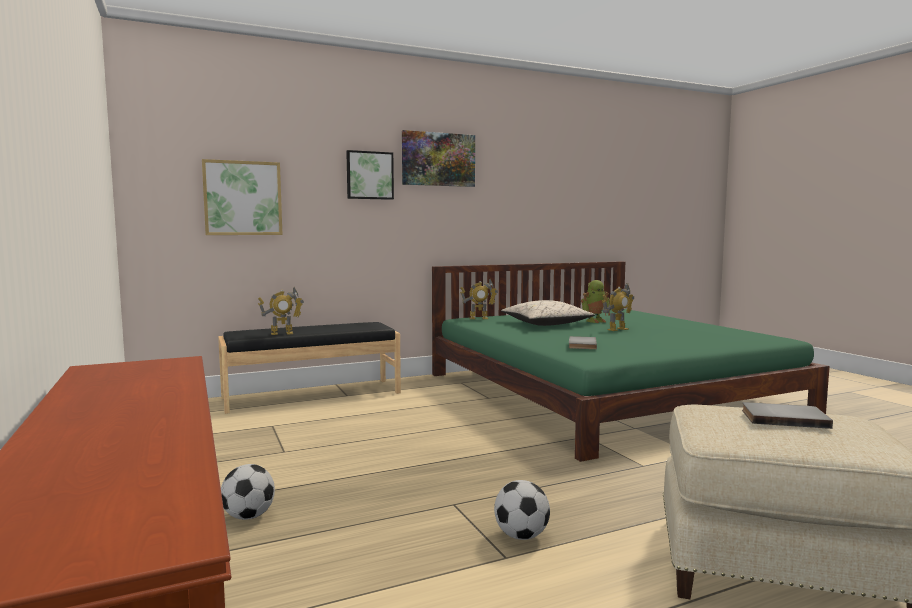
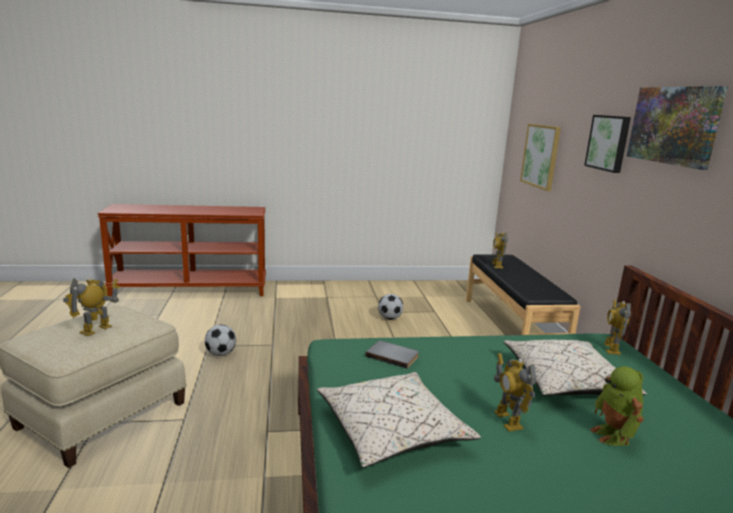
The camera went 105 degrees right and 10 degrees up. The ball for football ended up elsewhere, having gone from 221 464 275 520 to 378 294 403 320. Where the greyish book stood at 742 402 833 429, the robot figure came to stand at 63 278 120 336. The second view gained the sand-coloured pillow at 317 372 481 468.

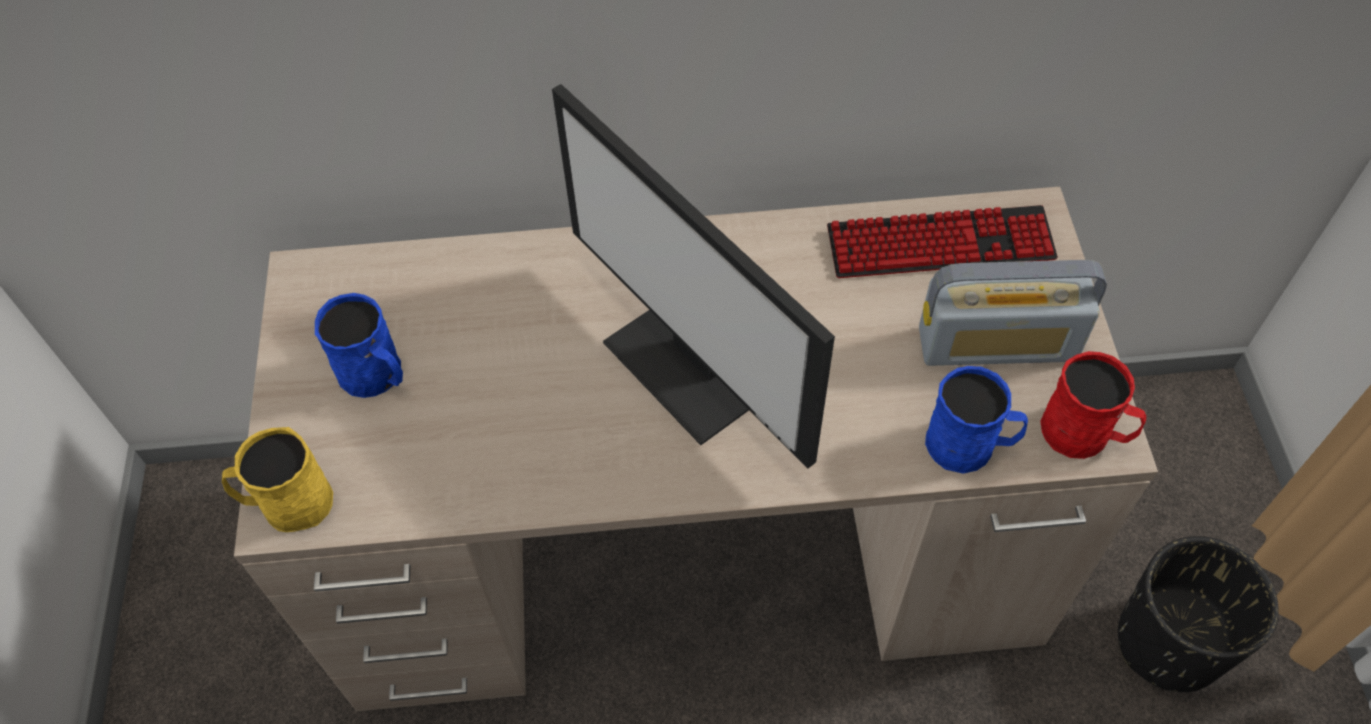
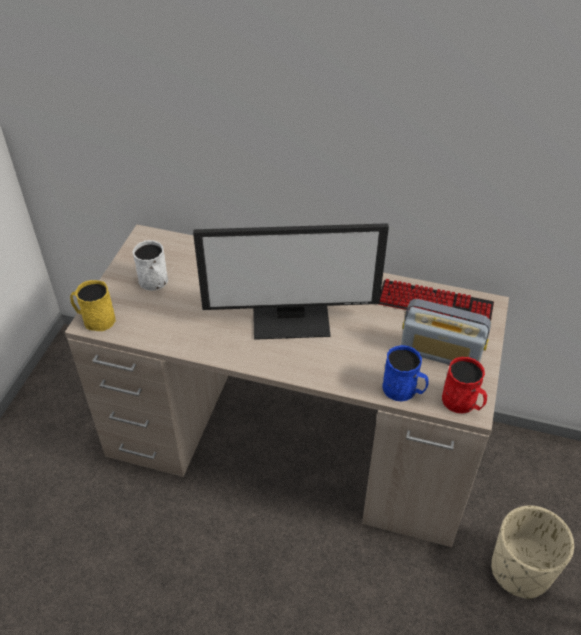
The camera went 20 degrees right and 10 degrees down. What was the bluish coffee mug at 315 293 403 398 turned into the white coffee mug at 132 240 168 291. The monitor at 552 84 835 469 ended up facing another way, 75 degrees counterclockwise from before. What was the blackish flower pot at 1118 536 1279 692 turned into the sand-coloured flower pot at 491 505 574 599.

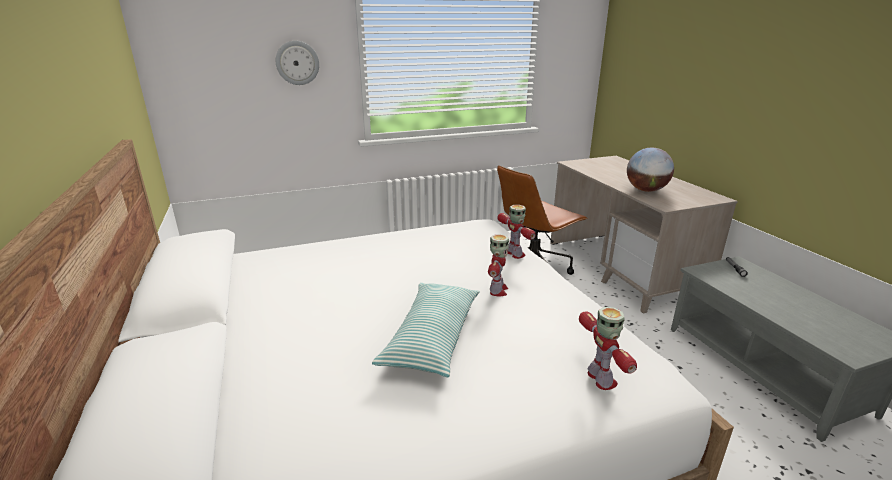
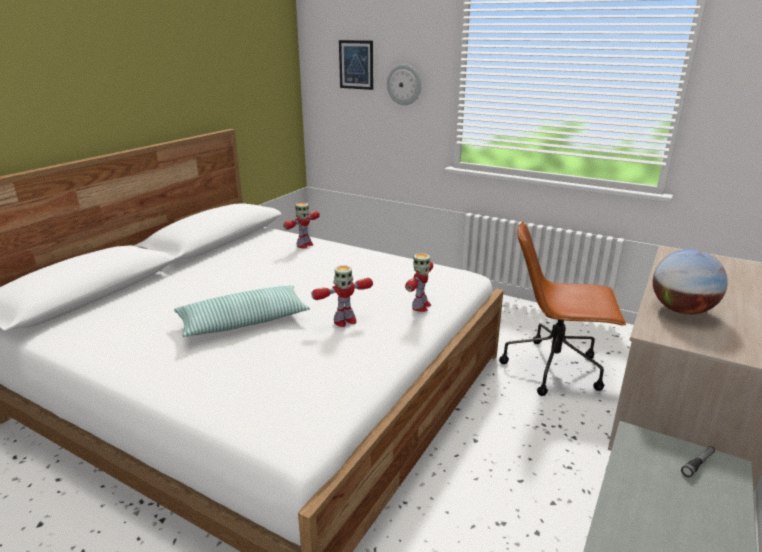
The camera went 50 degrees right and 0 degrees up. The robot figure ended up elsewhere, having gone from 579 307 637 390 to 283 203 320 248. The second view gained the wall art at 339 40 373 90.

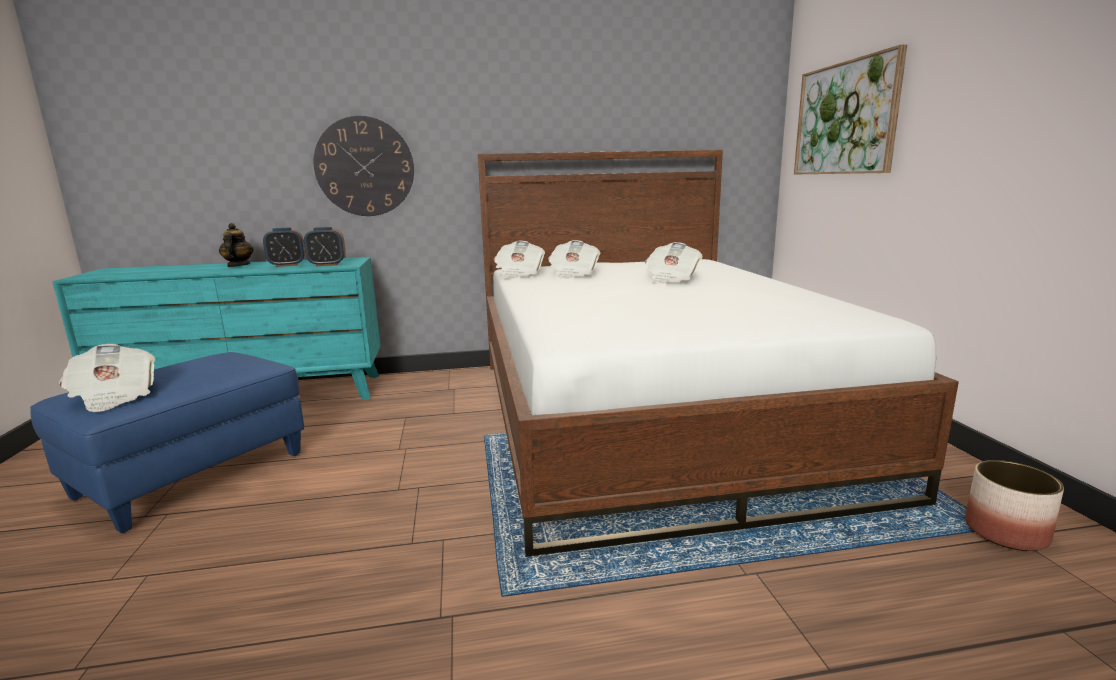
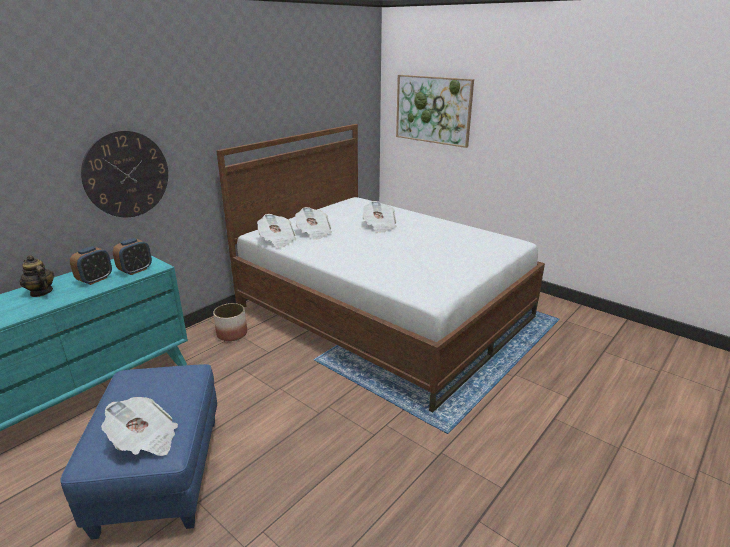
The camera went 40 degrees left and 10 degrees up. The flower pot ended up elsewhere, having gone from 965 460 1064 551 to 213 303 247 341.

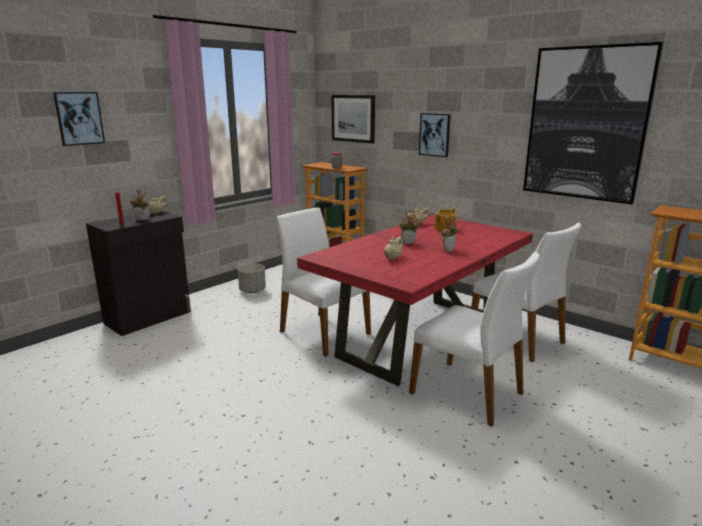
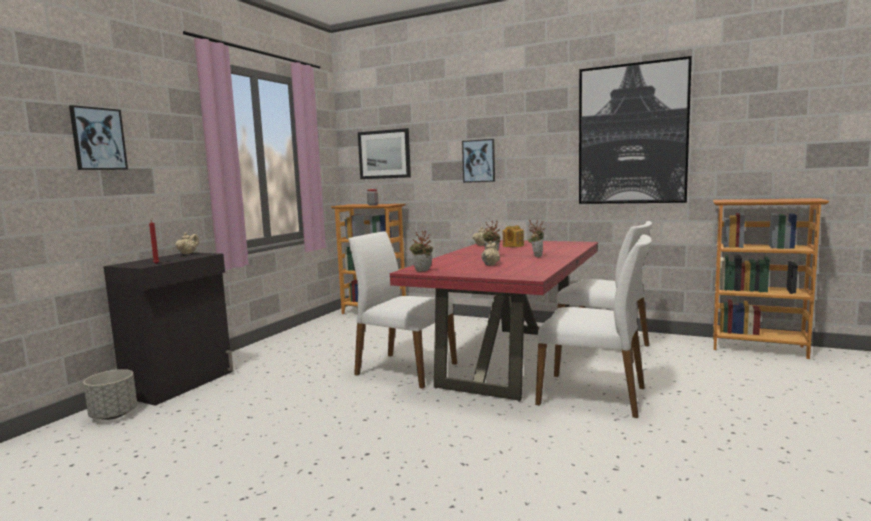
The camera went 15 degrees left and 10 degrees down. The plant in a pot ended up elsewhere, having gone from 129 189 150 220 to 409 230 433 272. The greyish flower pot ended up elsewhere, having gone from 238 263 266 293 to 83 369 137 420.

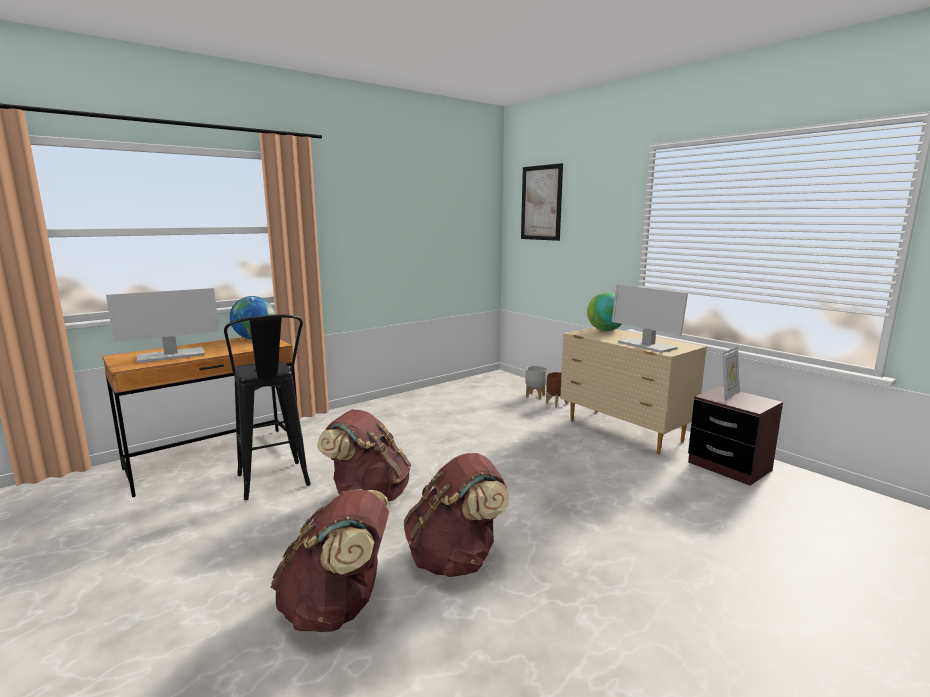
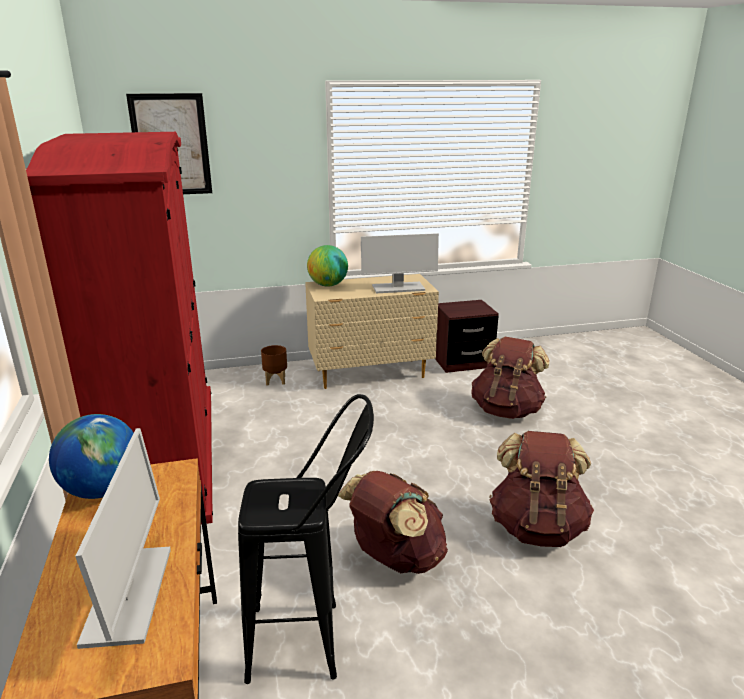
The camera went 65 degrees left and 10 degrees up. The brownish backpack ended up elsewhere, having gone from 271 489 389 632 to 471 337 550 419. The second view lost the greyish flower pot at 525 366 547 399. The second view lost the photo frame at 722 346 740 400. The second view gained the reddish clothes cupboard at 26 132 213 524.

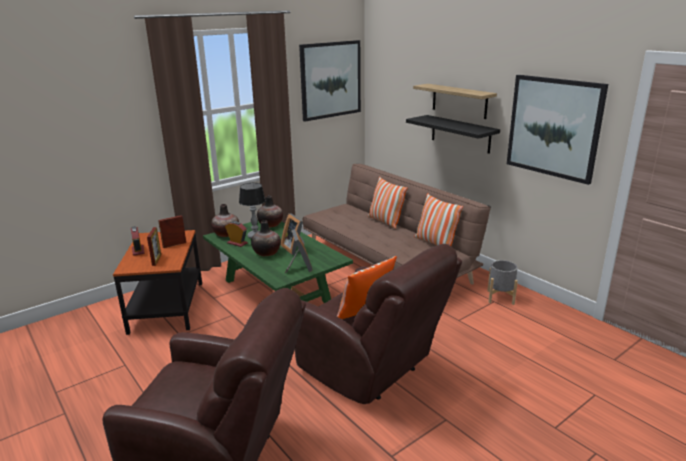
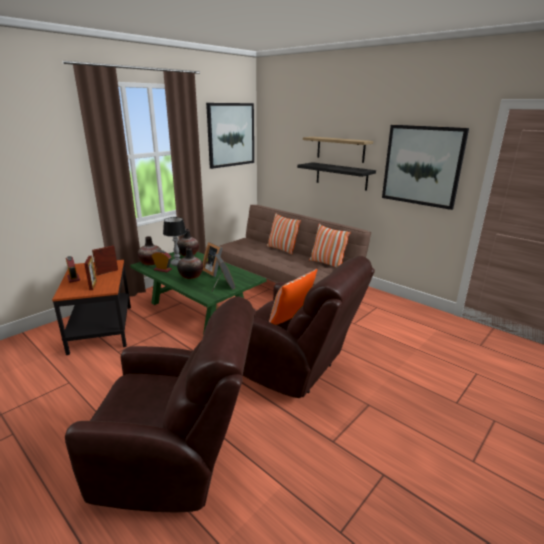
The camera went 10 degrees left and 0 degrees up. The second view lost the greyish flower pot at 487 260 518 305.

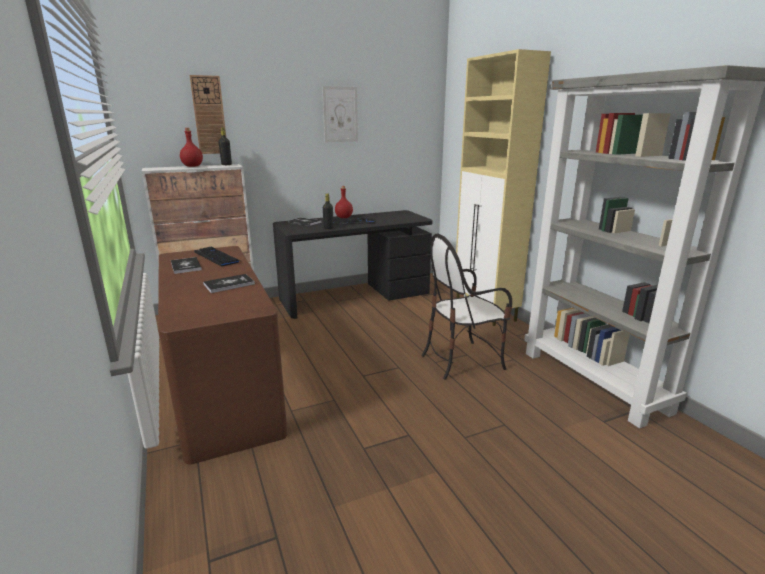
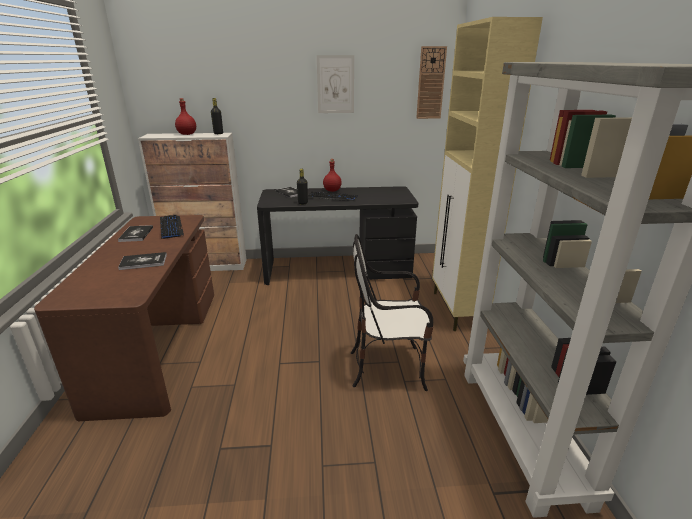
The camera went 20 degrees right and 5 degrees up. The clock on the wall ended up elsewhere, having gone from 190 75 226 154 to 416 46 447 119.

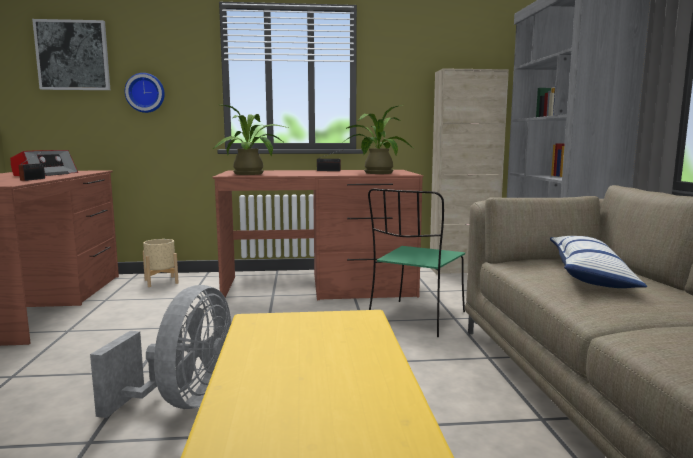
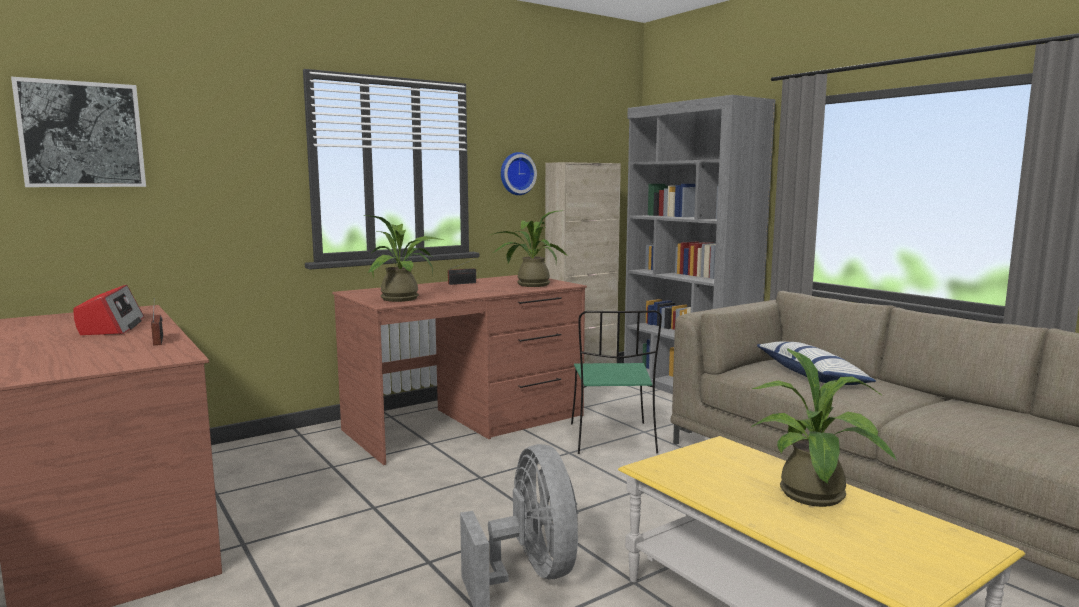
The camera went 30 degrees left and 0 degrees up. The clock on the wall ended up elsewhere, having gone from 125 73 165 113 to 501 152 537 195. The second view lost the sand-coloured flower pot at 143 239 179 287. The second view gained the plant in a pot at 751 348 897 507.

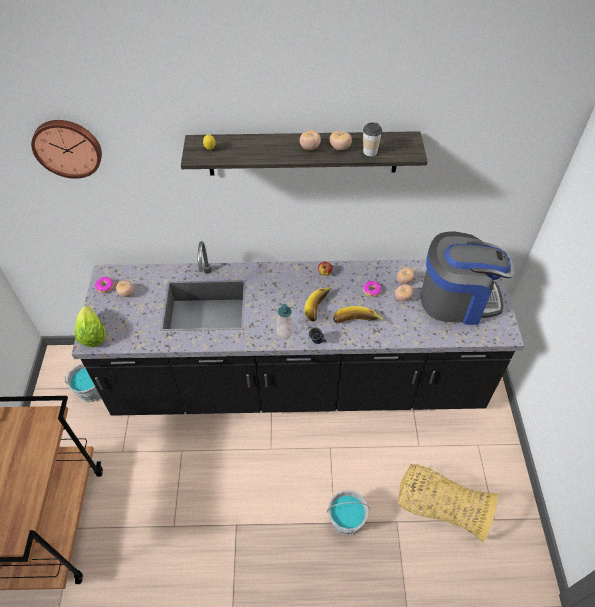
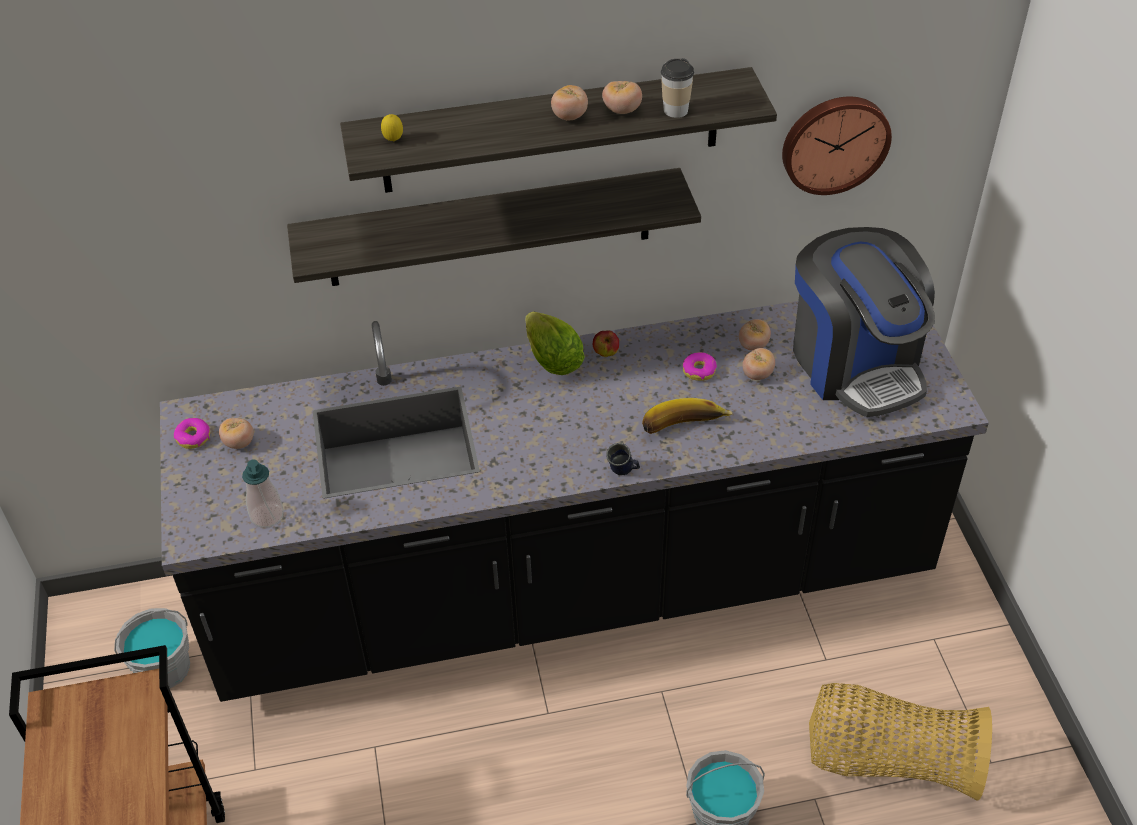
The camera went 10 degrees left and 5 degrees down. The clock on the wall ended up elsewhere, having gone from 31 120 102 179 to 782 97 892 195. The lettuce head ended up elsewhere, having gone from 75 305 106 347 to 526 311 585 375. The soap dispenser ended up elsewhere, having gone from 276 304 294 338 to 242 459 284 528. The second view lost the banana fruit at 304 286 333 322. The coffee maker at 421 232 514 325 ended up facing another way, 75 degrees clockwise from before. The second view gained the wall shelf at 287 168 701 286.

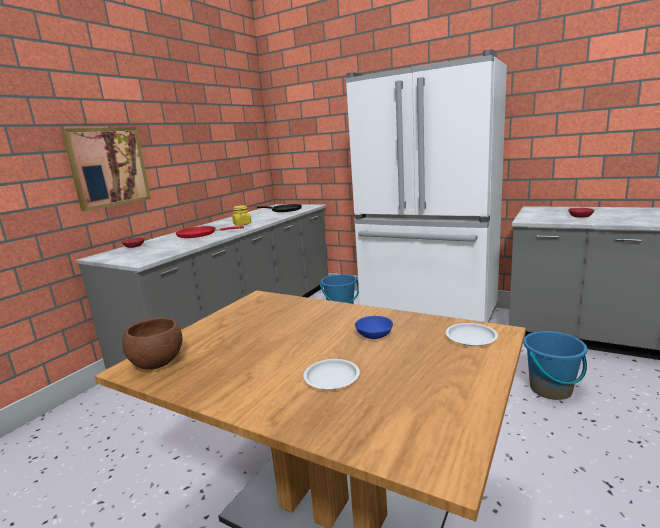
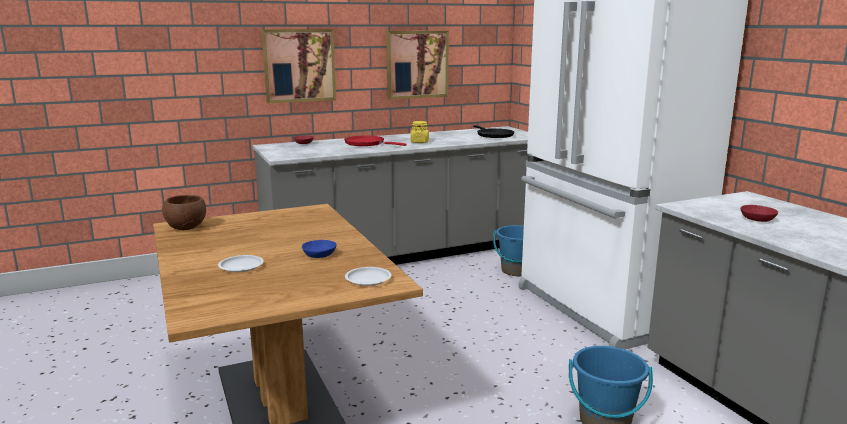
The camera went 35 degrees right and 0 degrees up. The second view gained the wall art at 386 31 449 99.

